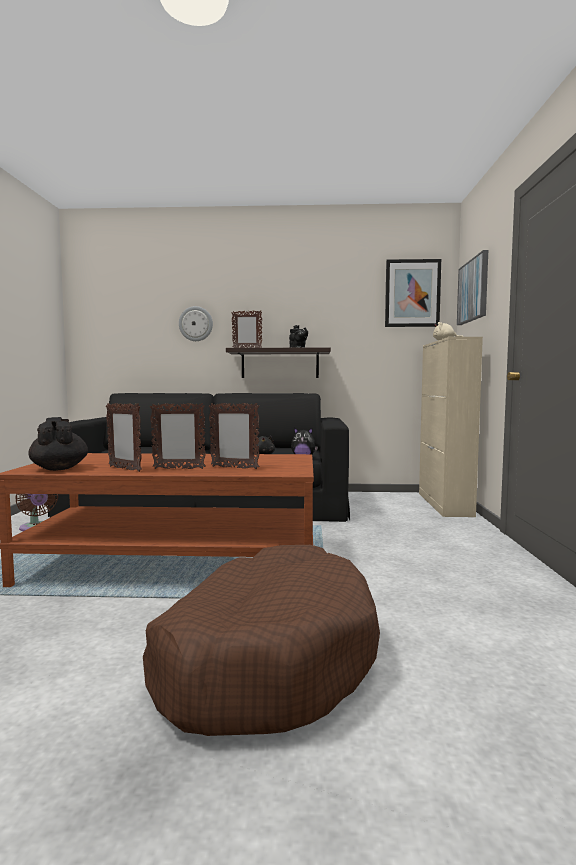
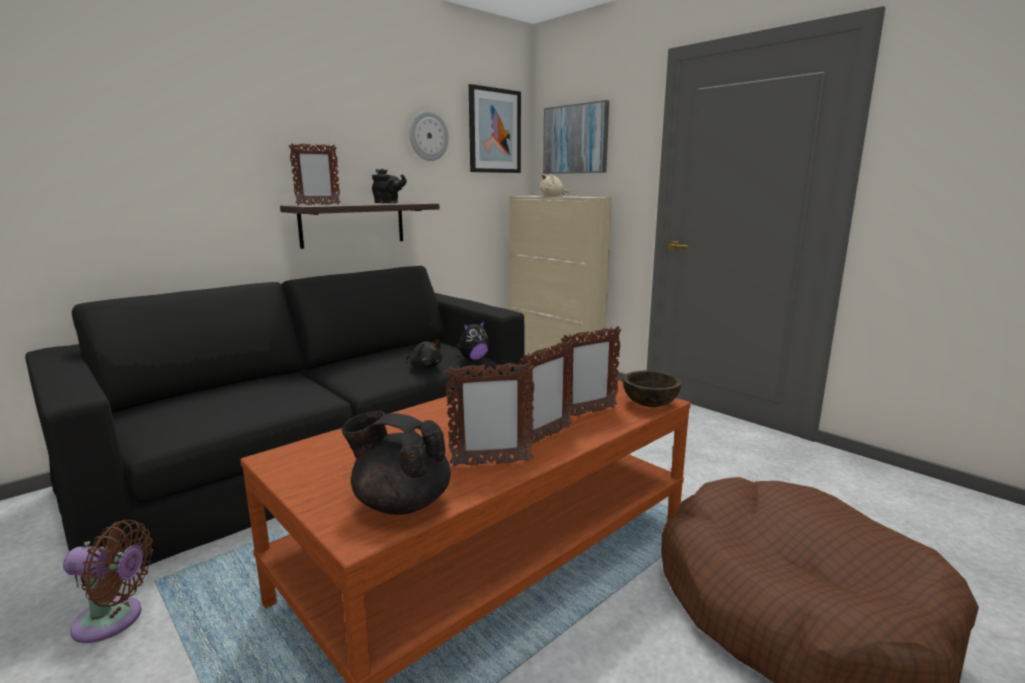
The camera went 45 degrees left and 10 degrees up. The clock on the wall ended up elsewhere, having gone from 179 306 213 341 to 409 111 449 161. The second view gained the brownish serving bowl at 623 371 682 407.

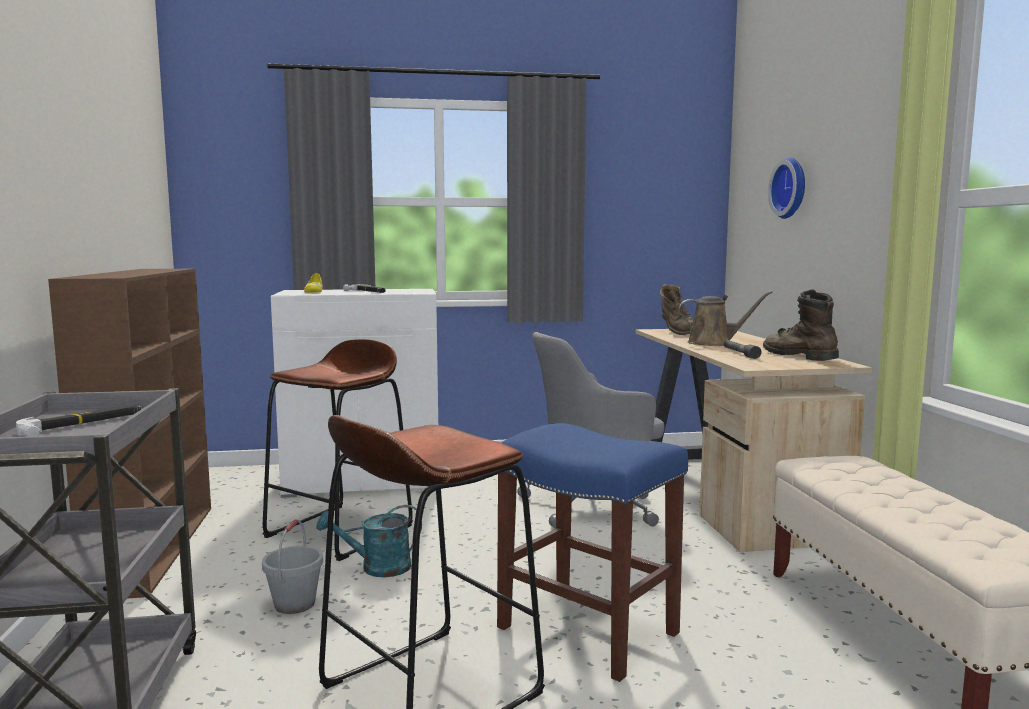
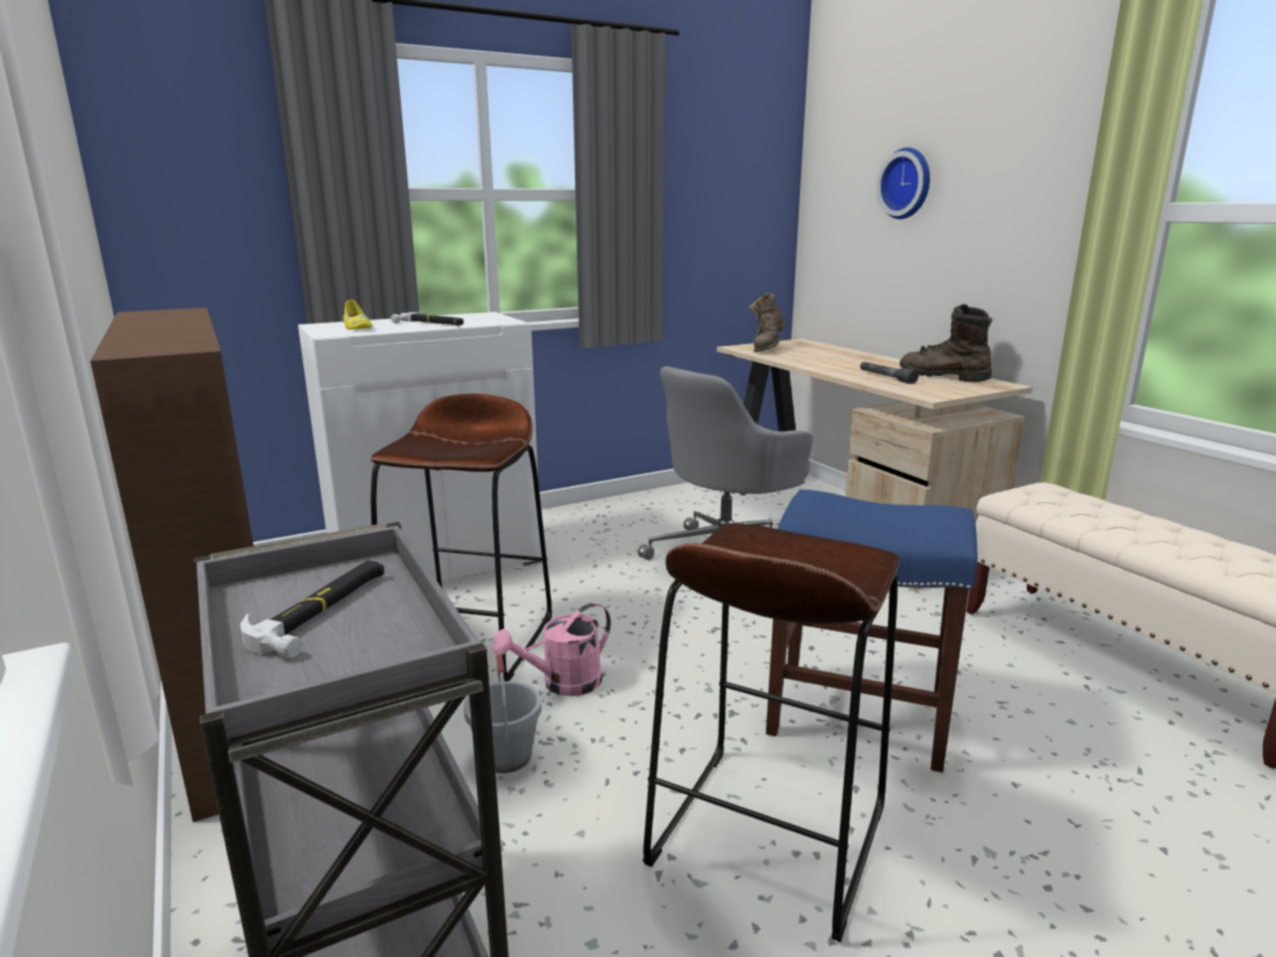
The camera went 20 degrees left and 10 degrees up. What was the turquoise-coloured sprinkling can at 317 505 422 577 turned into the pink sprinkling can at 492 603 611 696. The brownish high-top boot at 660 284 693 335 ended up facing another way, 60 degrees clockwise from before. The second view lost the brownish sprinkling can at 679 291 773 346.

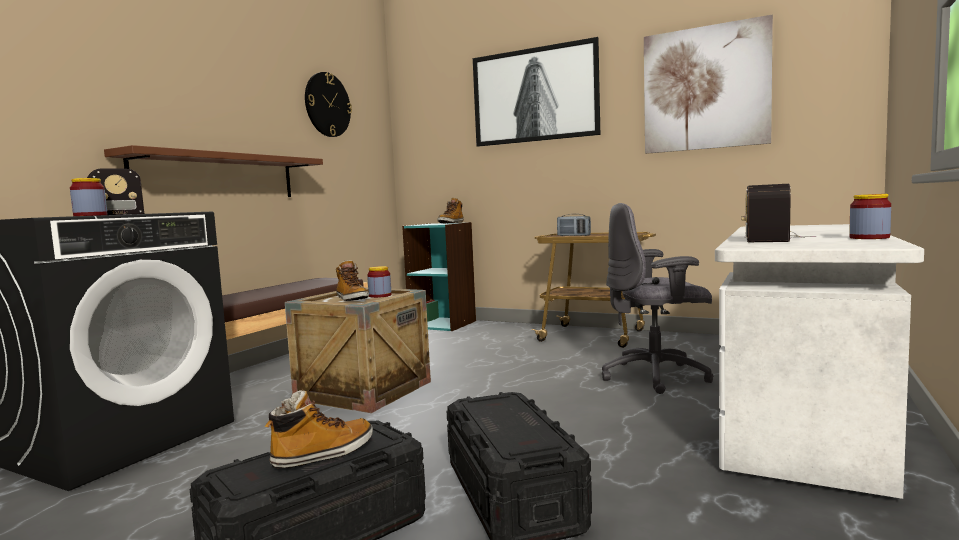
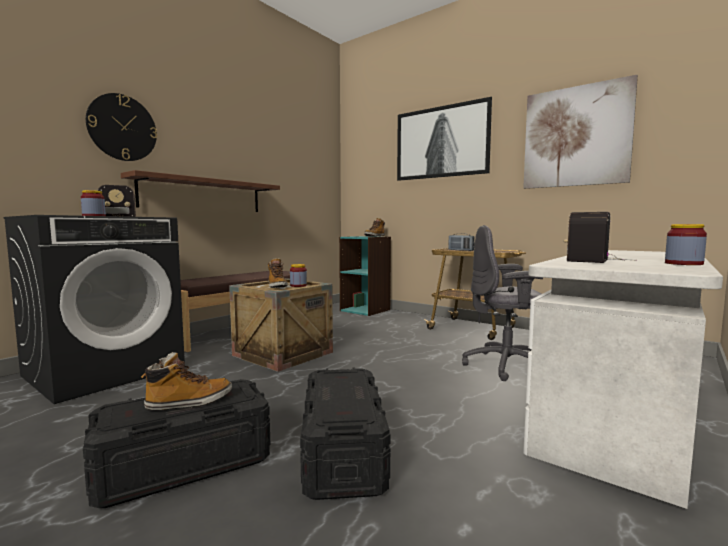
The camera went 10 degrees right and 0 degrees up. The clock on the wall ended up elsewhere, having gone from 305 72 352 137 to 86 93 157 161.

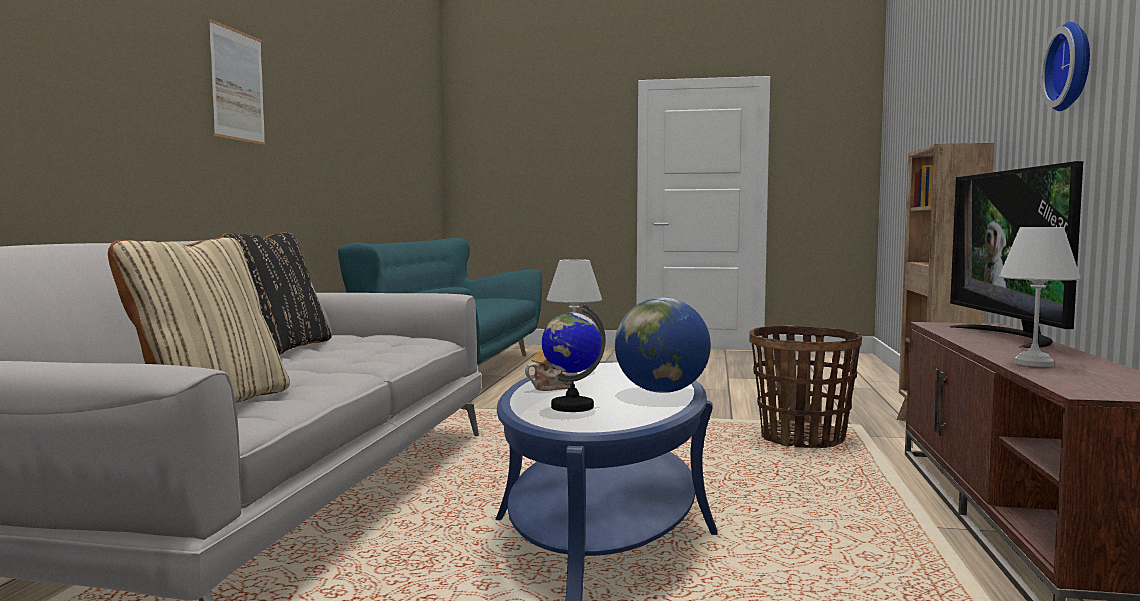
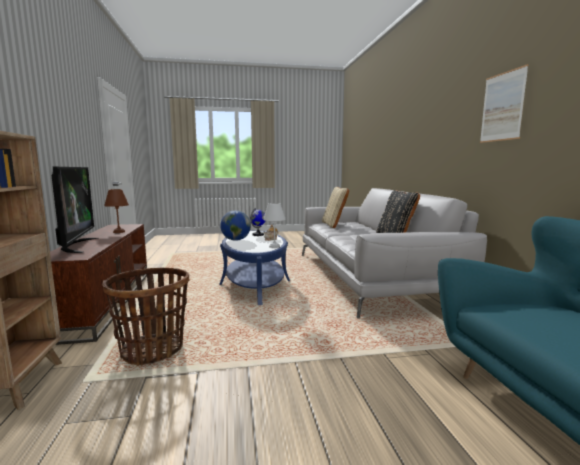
The camera went 160 degrees right and 5 degrees up. What was the white lamp for a table at 999 227 1081 367 turned into the brownish lamp for a table at 104 189 129 233. The second view lost the clock on the wall at 1040 22 1090 111.

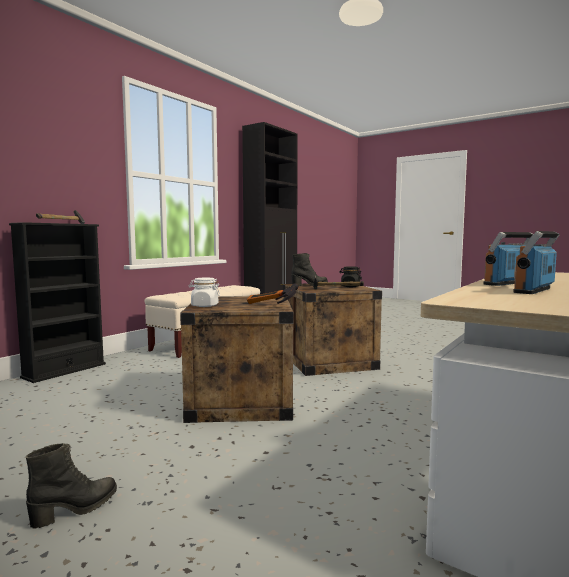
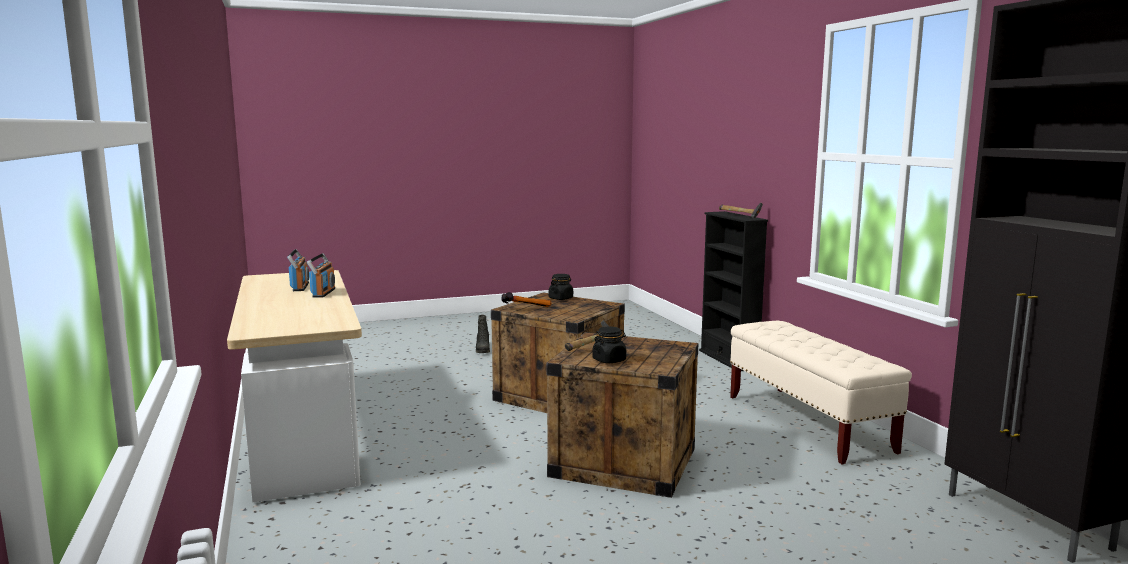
The camera went 125 degrees right and 5 degrees up. What was the white preserve jar at 189 278 220 307 turned into the blackish preserve jar at 548 274 573 300. The second view lost the blackish high-top boot at 291 253 328 286.

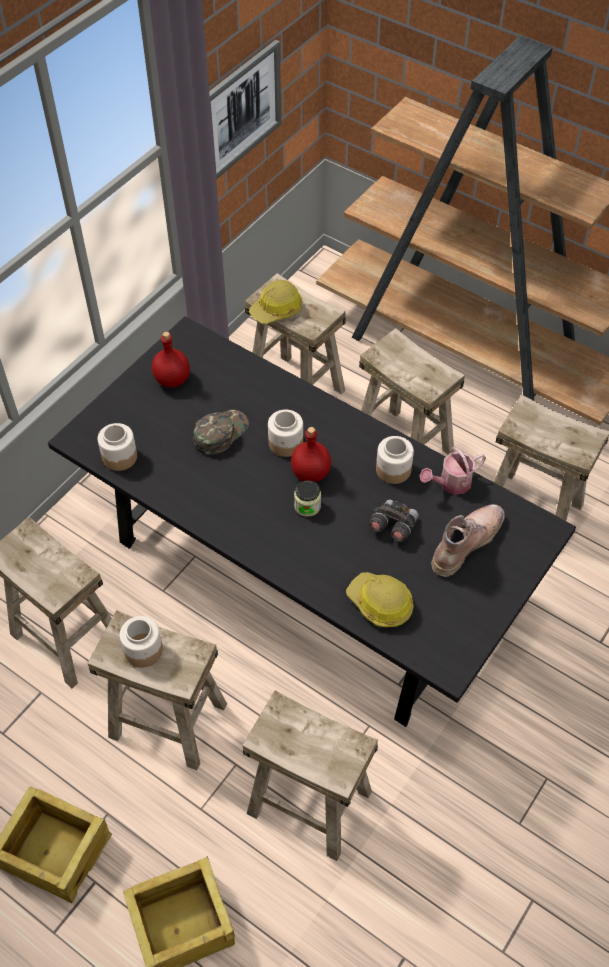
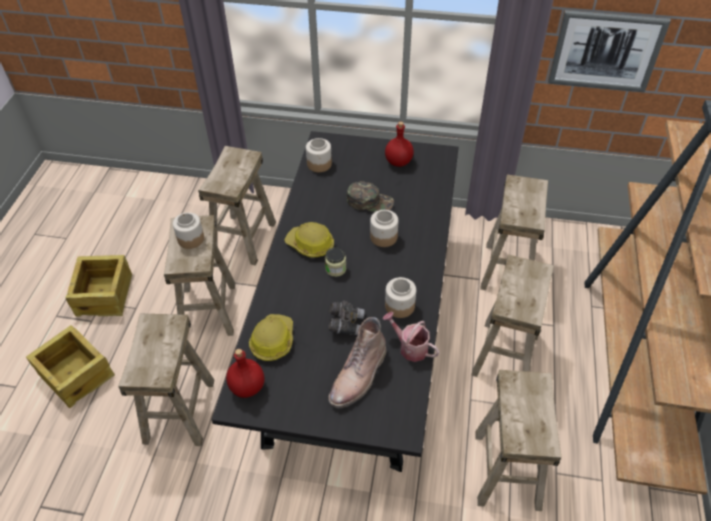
The camera went 65 degrees right and 5 degrees down. The work helmet ended up elsewhere, having gone from 249 280 303 324 to 284 222 334 258. The reddish beverage bottle ended up elsewhere, having gone from 291 427 331 482 to 226 349 264 398. The brownish high-top boot at 431 504 505 577 ended up facing another way, 105 degrees clockwise from before.

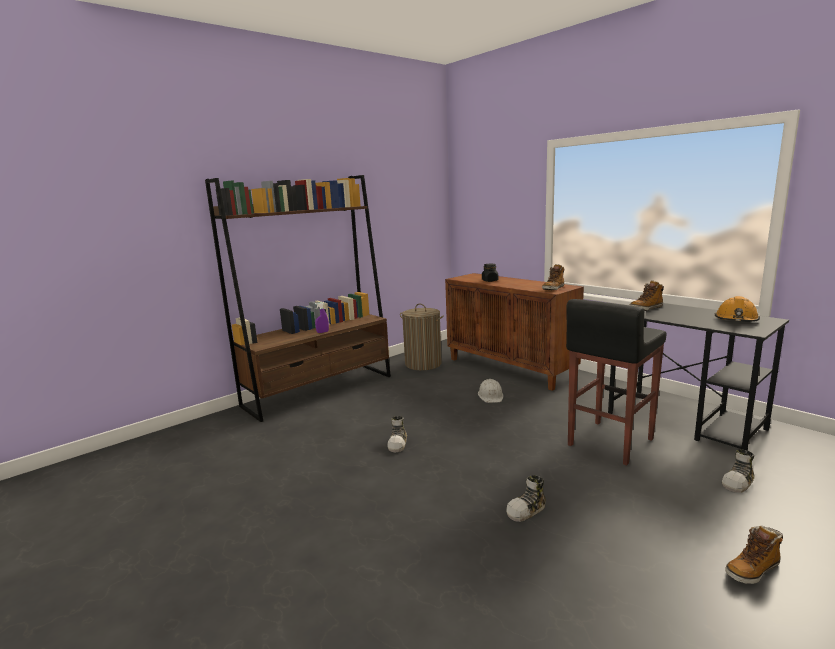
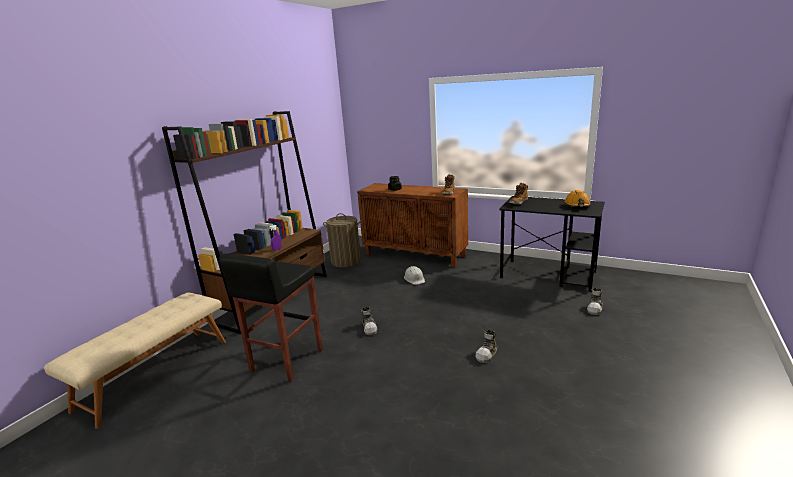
The camera went 20 degrees left and 5 degrees up. The blackish stool ended up elsewhere, having gone from 566 299 666 466 to 219 253 323 382. The second view lost the high-top boot at 726 525 783 584. The second view gained the sand-coloured indoor bench at 44 292 226 429.

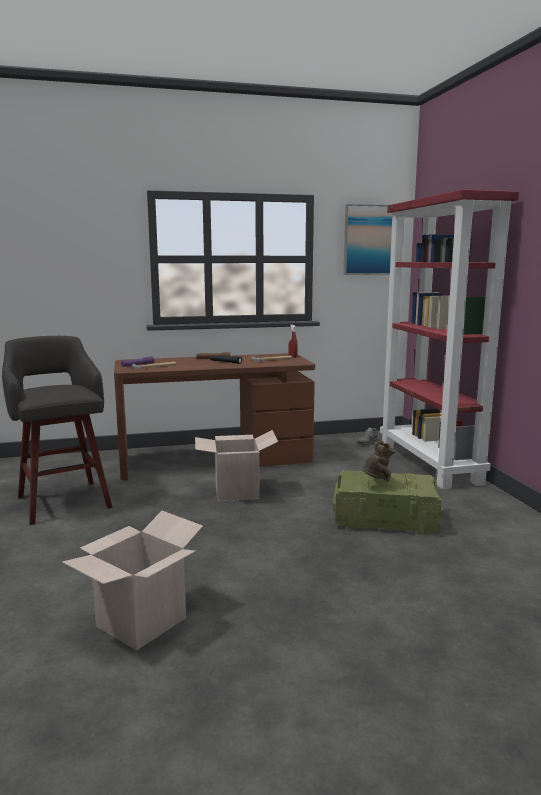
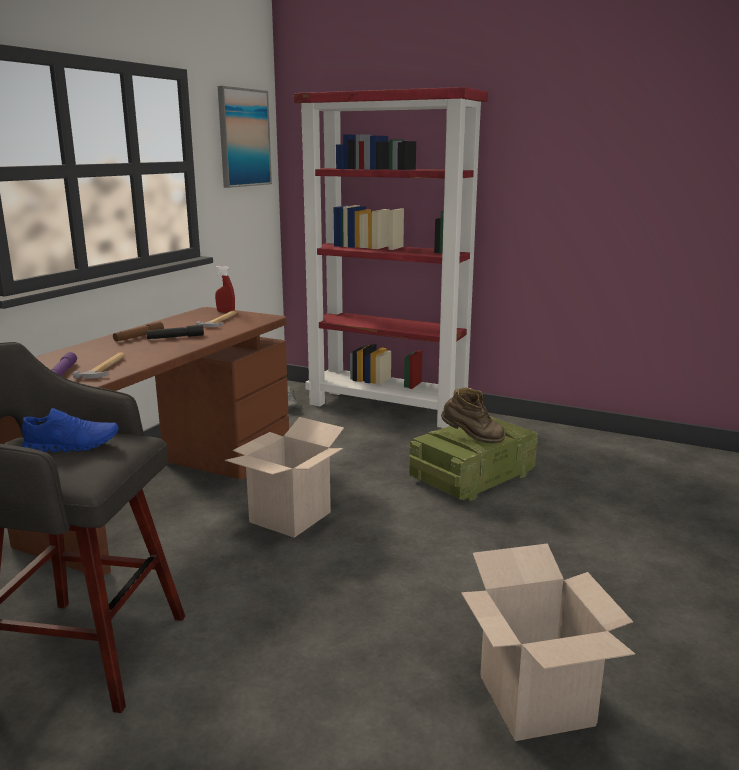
The camera went 50 degrees left and 5 degrees up. The brownish high-top boot at 361 441 398 482 ended up facing another way, 120 degrees clockwise from before. The second view gained the bluish shoe at 22 408 119 452.

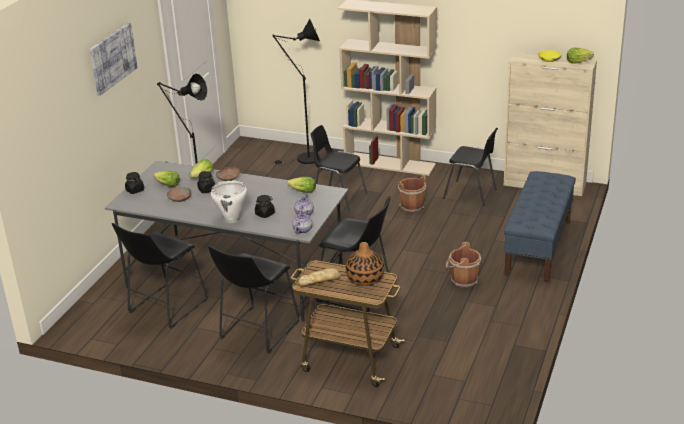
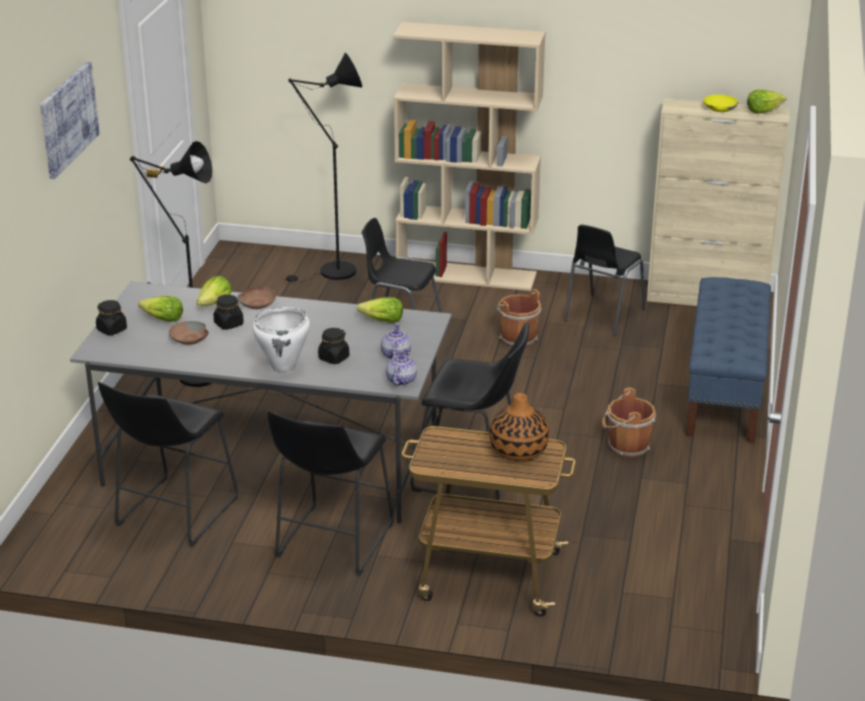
The camera went 10 degrees left and 0 degrees up. The second view lost the bread at 298 268 341 287. The blackish chair at 443 128 498 206 ended up facing another way, 105 degrees clockwise from before.

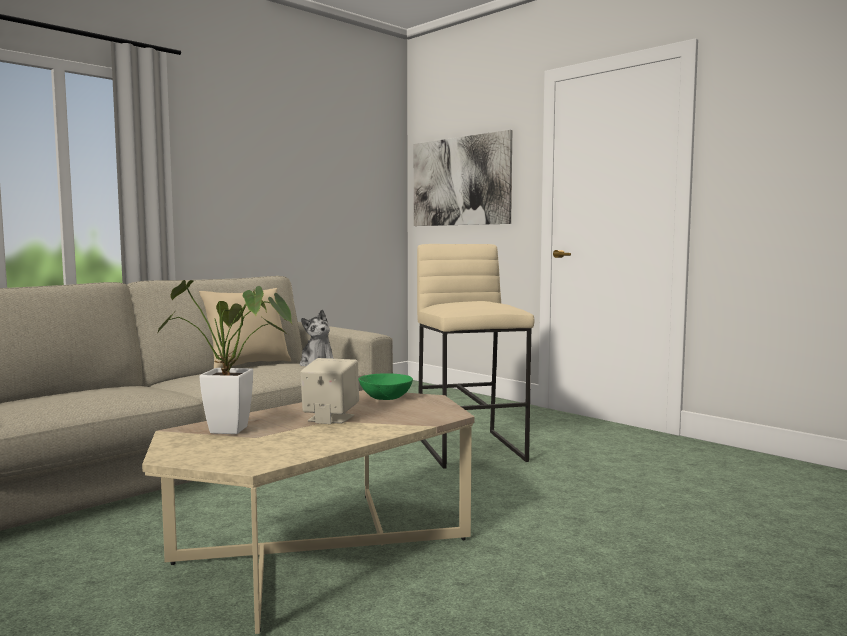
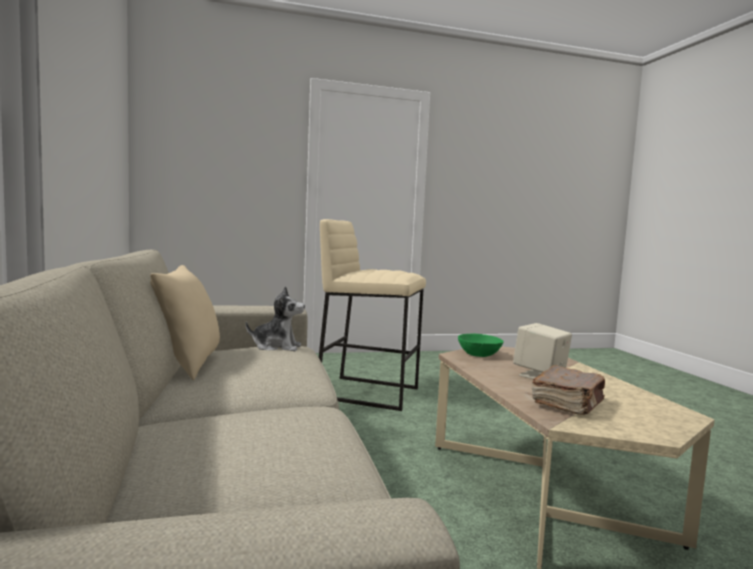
The camera went 60 degrees left and 0 degrees up. Where the plant in a pot stood at 158 280 292 434, the brownish book came to stand at 531 365 605 415. The second view lost the wall art at 414 130 512 226.

